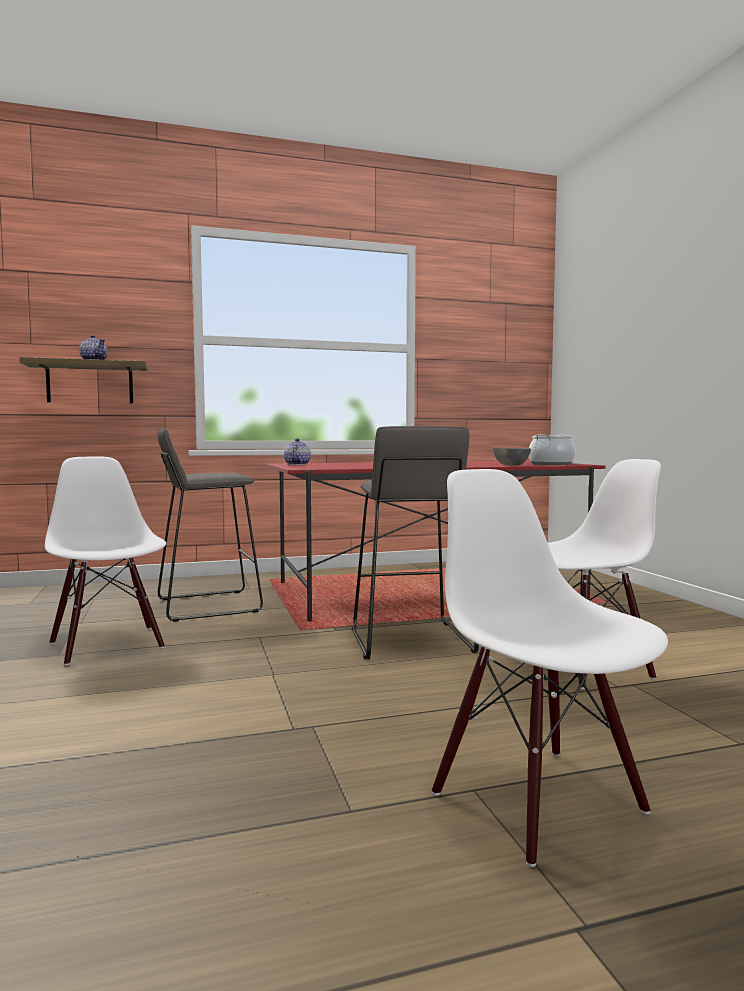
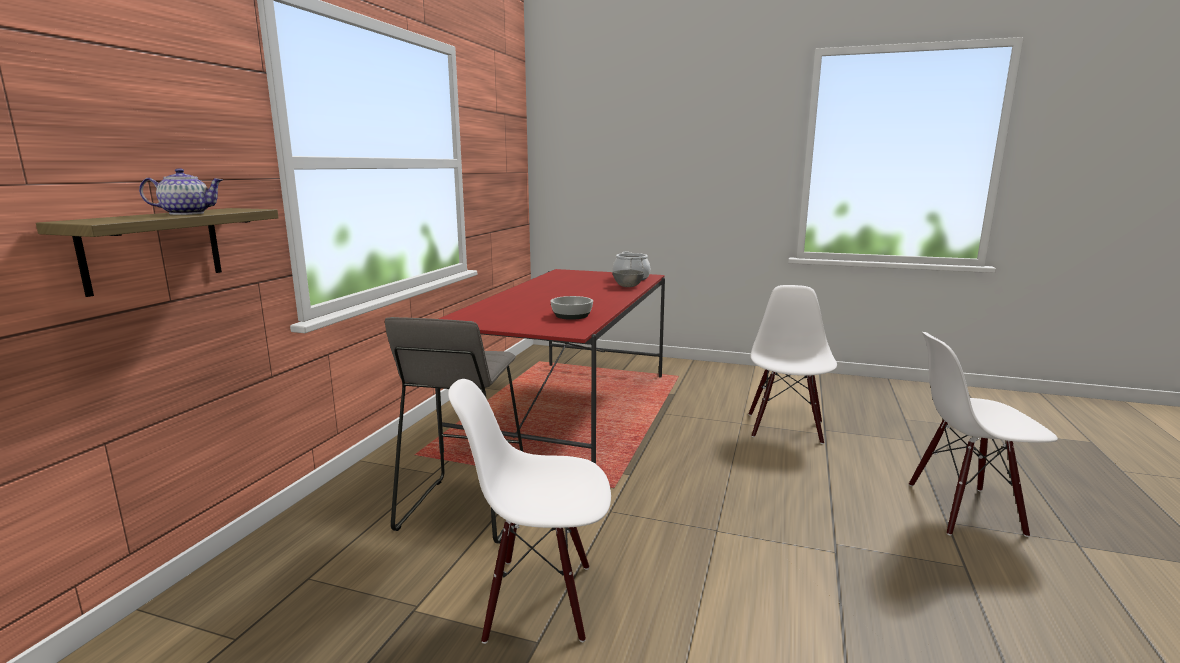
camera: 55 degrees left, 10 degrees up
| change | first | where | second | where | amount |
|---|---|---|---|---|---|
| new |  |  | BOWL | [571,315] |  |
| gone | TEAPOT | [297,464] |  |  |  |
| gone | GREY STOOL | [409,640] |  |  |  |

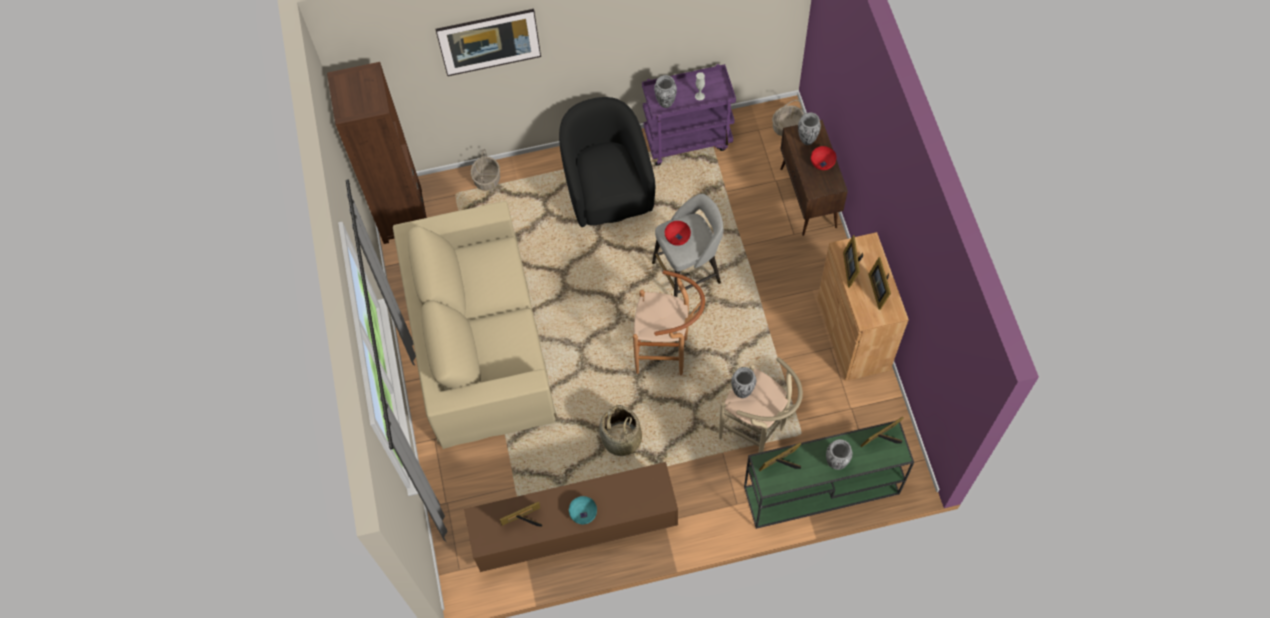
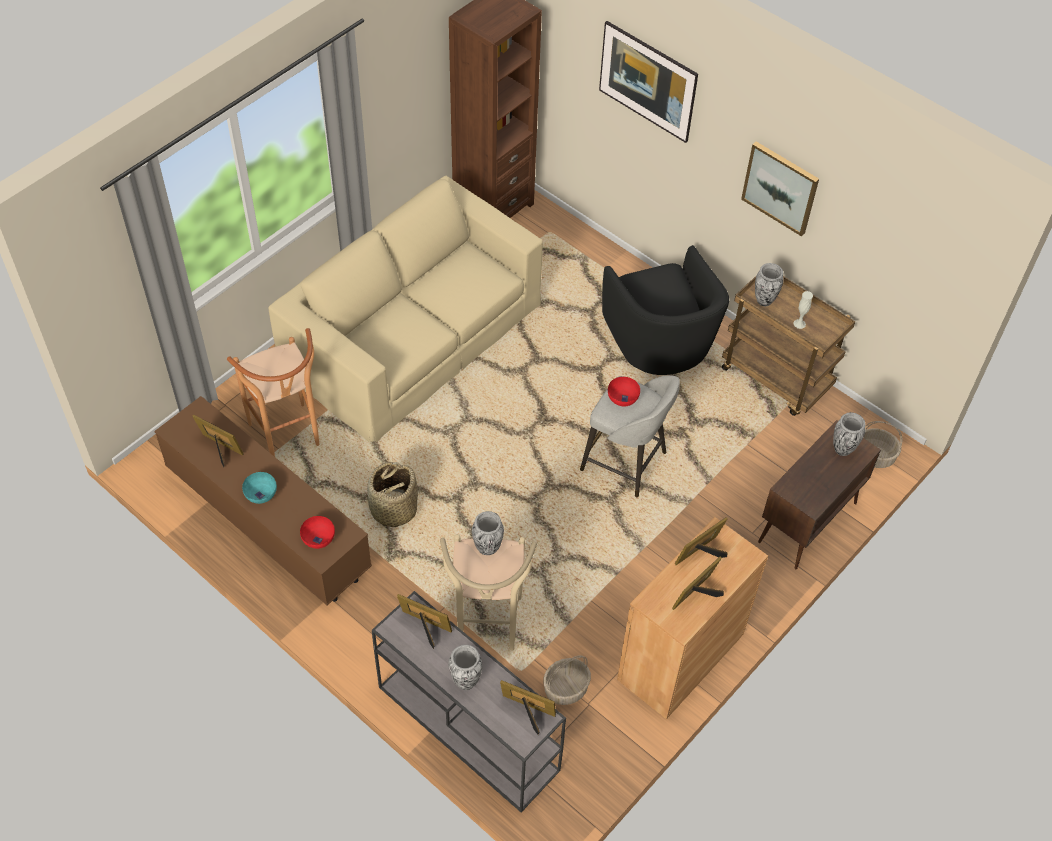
camera: 50 degrees right, 10 degrees down
| change | first | where | second | where | amount |
|---|---|---|---|---|---|
| shifted | BROWN STOOL | [668,355] |  | [288,439] |  |
| shifted | RED BOWL | [822,162] |  | [319,538] |  |
| repainted | GREEN CONSOLE TABLE | [820,491] | GREY CONSOLE TABLE | [466,727] |  |
| shifted | BASKET | [487,179] |  | [566,688] |  |
| rotated | BLACK ARMCHAIR | [608,188] |  | [660,344] | 120 degrees clockwise |
| repainted | PURPLE CART | [688,139] | BROWN CART | [777,378] |  |
| new |  |  | PICTURE | [780,187] |  |

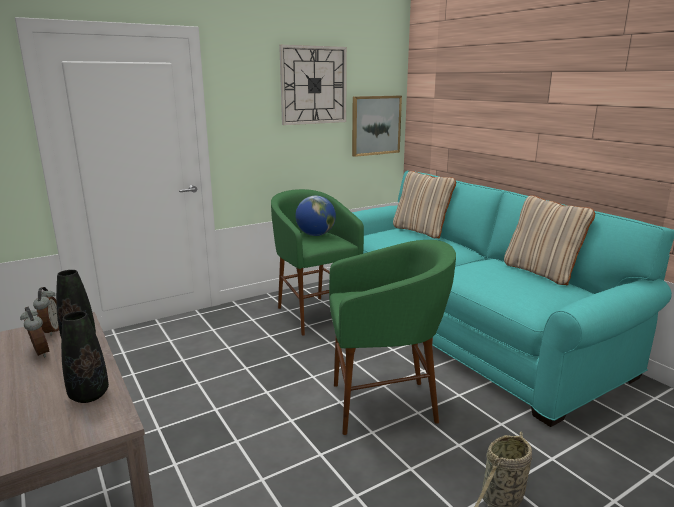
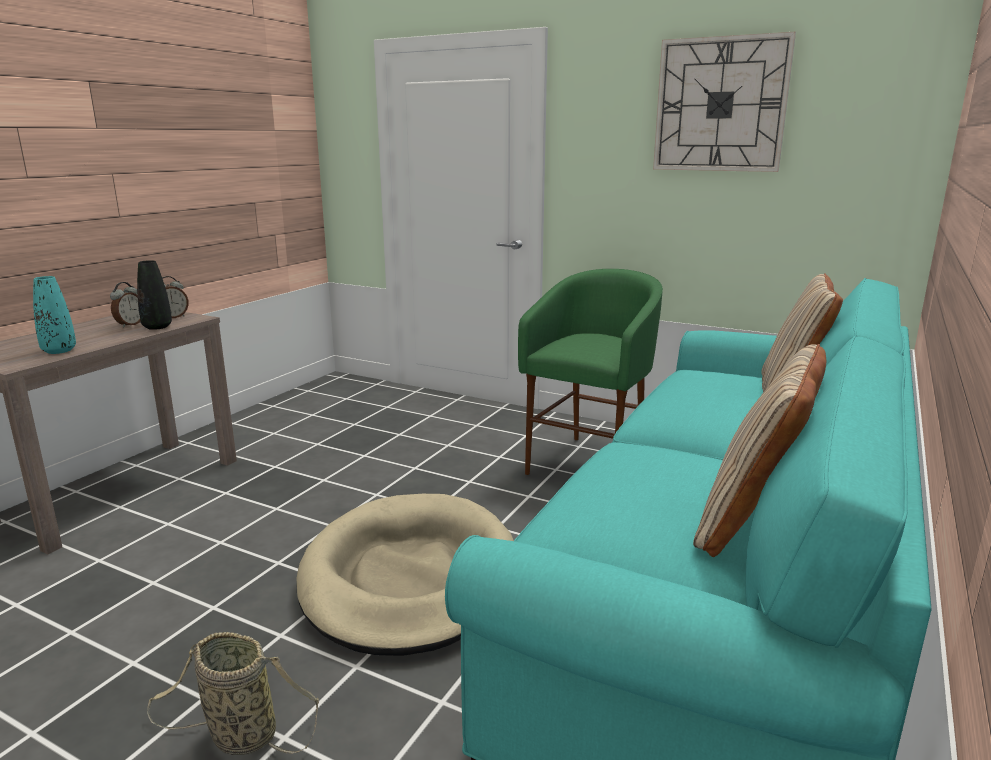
camera: 60 degrees right, 0 degrees up
| change | first | where | second | where | amount |
|---|---|---|---|---|---|
| repainted | BLACK VASE | [89,395] | TURQUOISE VASE | [59,351] |  |
| swapped | GREEN STOOL | [384,405] | BEIGE DOG BED | [410,578] |  |
| gone | GLOBE | [315,235] |  |  |  |
| gone | PICTURE | [375,125] |  |  |  |

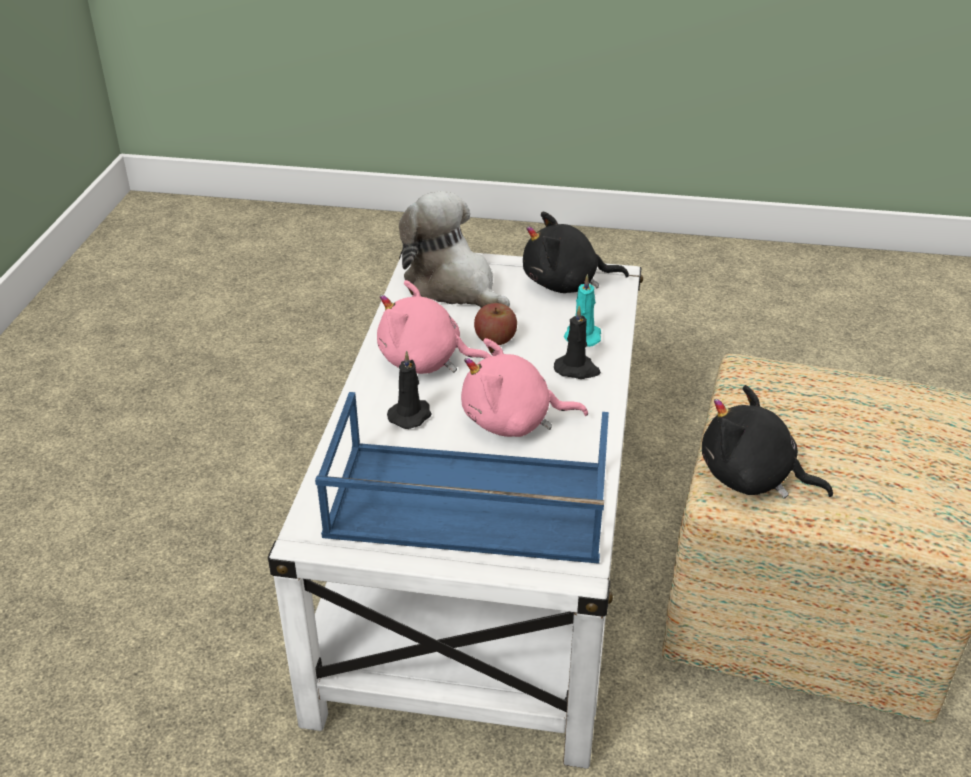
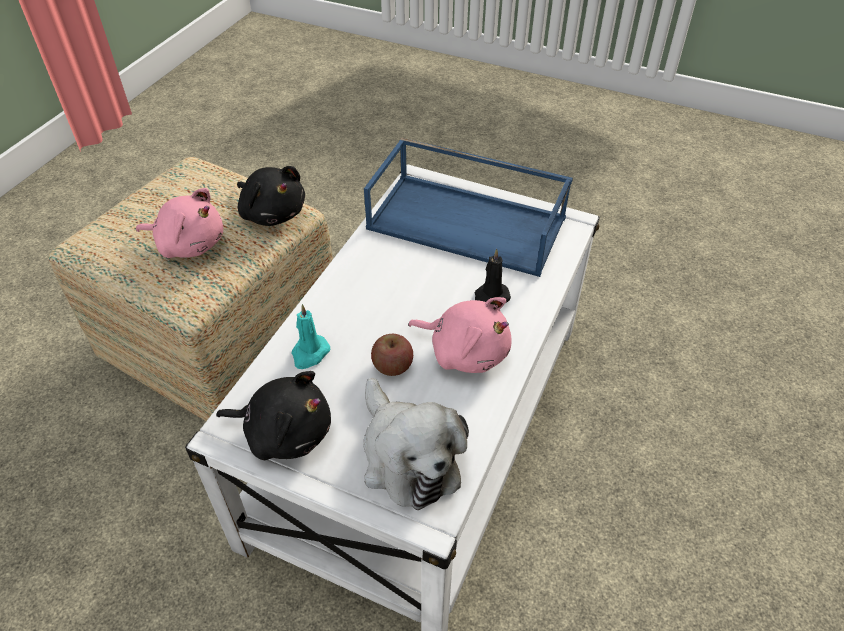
camera: 165 degrees left, 10 degrees up
| change | first | where | second | where | amount |
|---|---|---|---|---|---|
| shifted | PINK PLUSH TOY | [513,422] |  | [189,244] |  |
| gone | BLACK CANDLE | [577,369] |  |  |  |

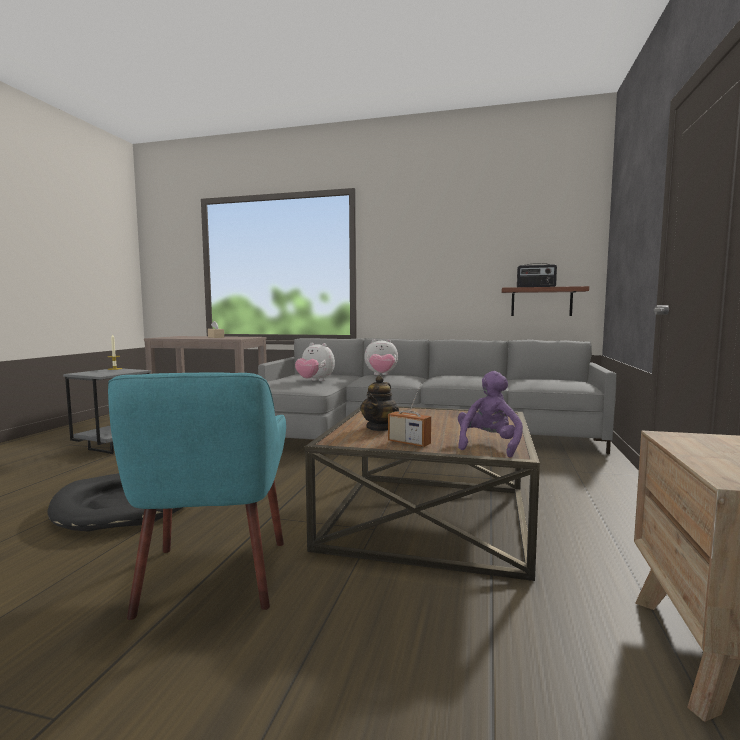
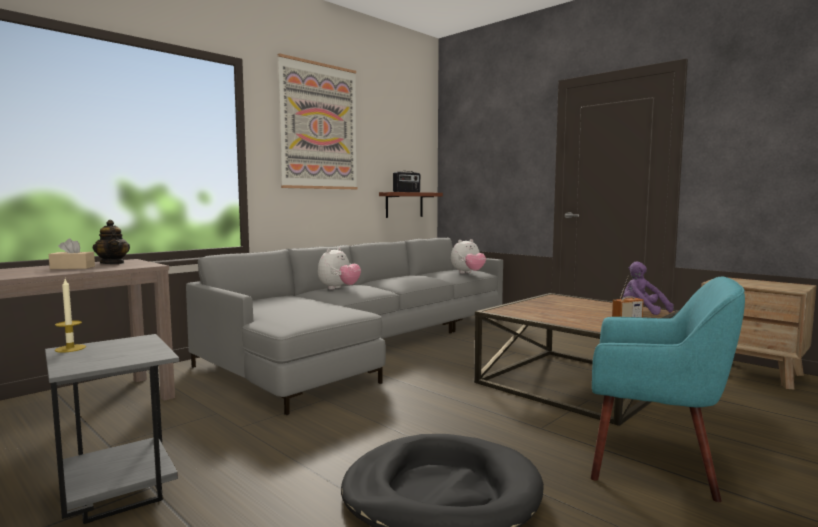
camera: 60 degrees left, 0 degrees up
| change | first | where | second | where | amount |
|---|---|---|---|---|---|
| shifted | TEAPOT | [379,428] |  | [113,263] |  |
| new |  |  | PICTURE | [319,126] |  |
| shifted | PLUSH TOY | [315,381] |  | [468,273] |  |

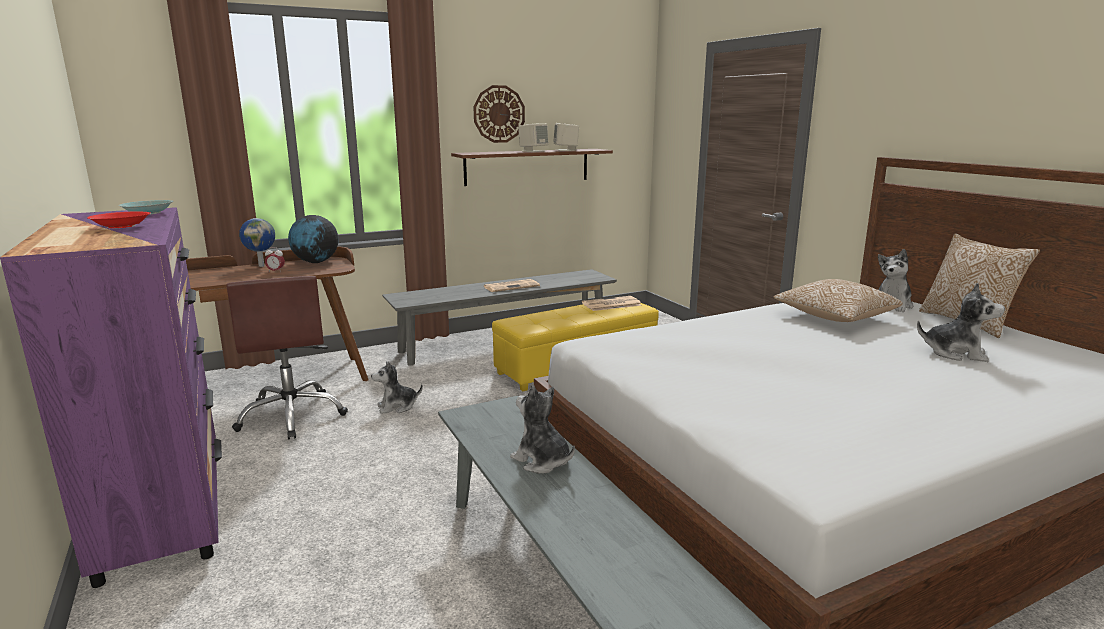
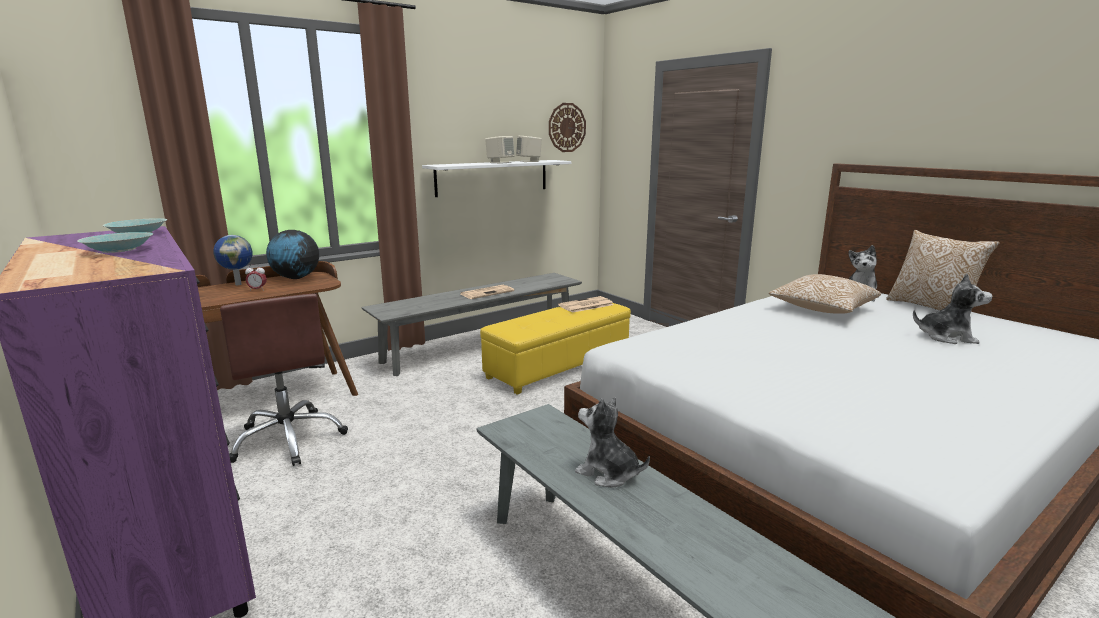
camera: 10 degrees left, 0 degrees up
| change | first | where | second | where | amount |
|---|---|---|---|---|---|
| repainted | RED BOWL | [120,227] | TURQUOISE BOWL | [117,251] |  |
| repainted | BROWN SHELF | [527,166] | WHITE SHELF | [492,177] |  |
| shifted | WALL CLOCK | [499,114] |  | [566,127] |  |
| gone | PLUSH TOY | [397,407] |  |  |  |

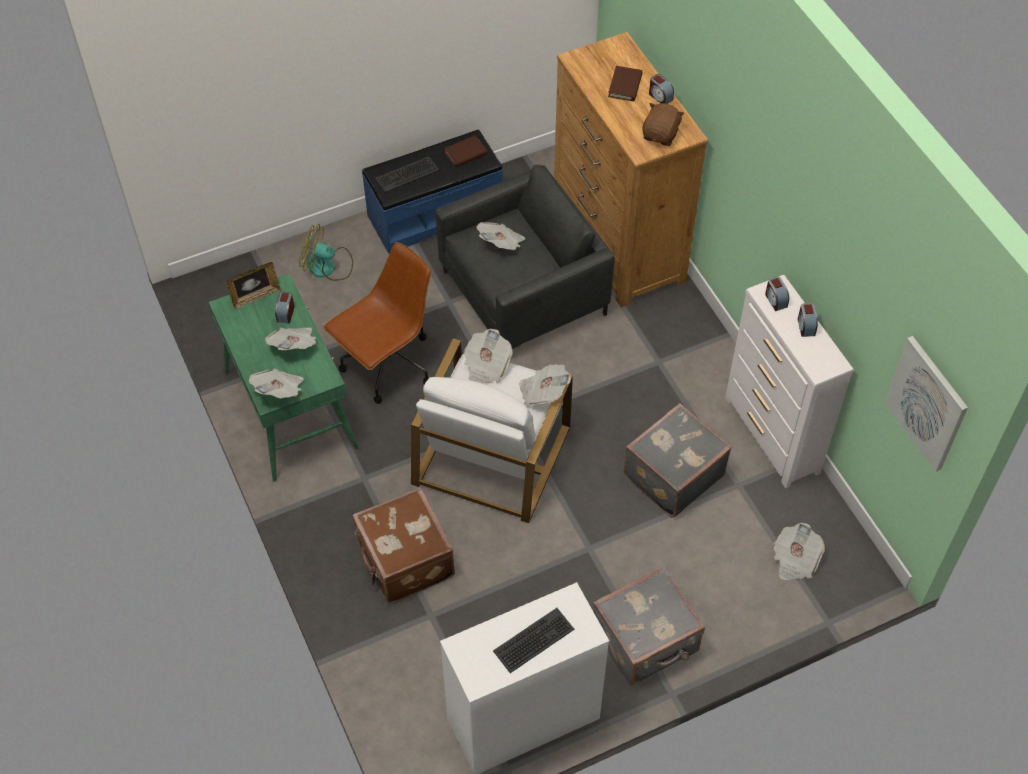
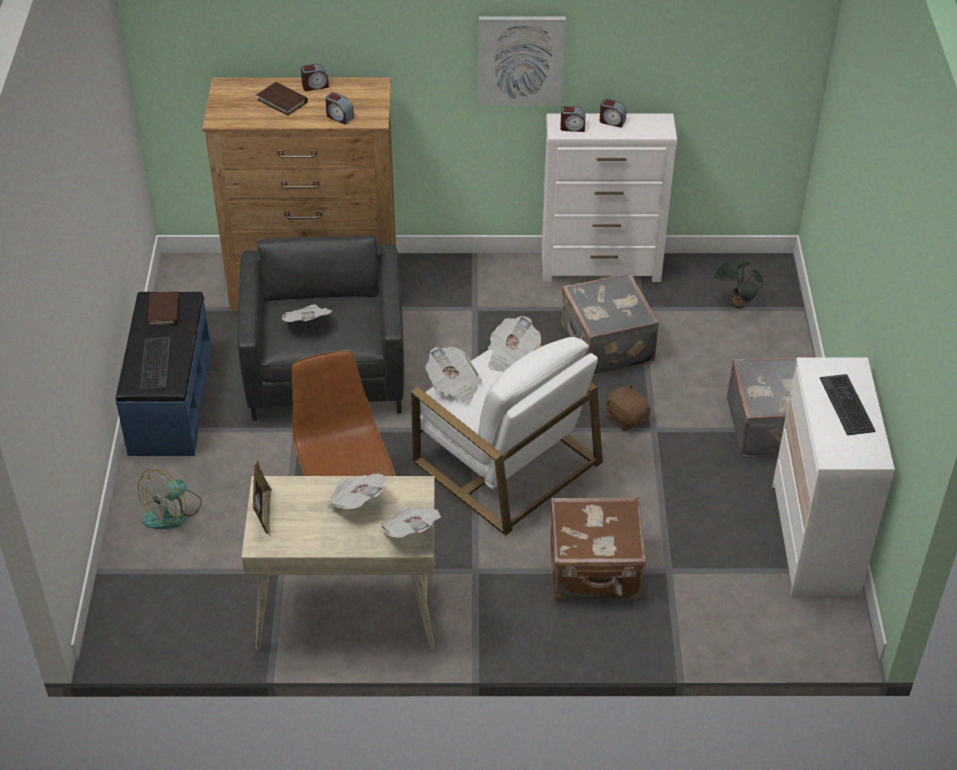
camera: 65 degrees left, 10 degrees down
| change | first | where | second | where | amount |
|---|---|---|---|---|---|
| repainted | GREEN DESK | [289,410] | BEIGE DESK | [347,606] |  |
| shifted | ALARM CLOCK | [285,313] |  | [339,117] |  |
| shifted | PICTURE | [927,403] |  | [521,59] |  |
| shifted | BROWN PLUSH TOY | [661,135] |  | [626,418] |  |
| swapped | NEWSPAPER | [795,560] | POTTED PLANT | [736,304] |  |

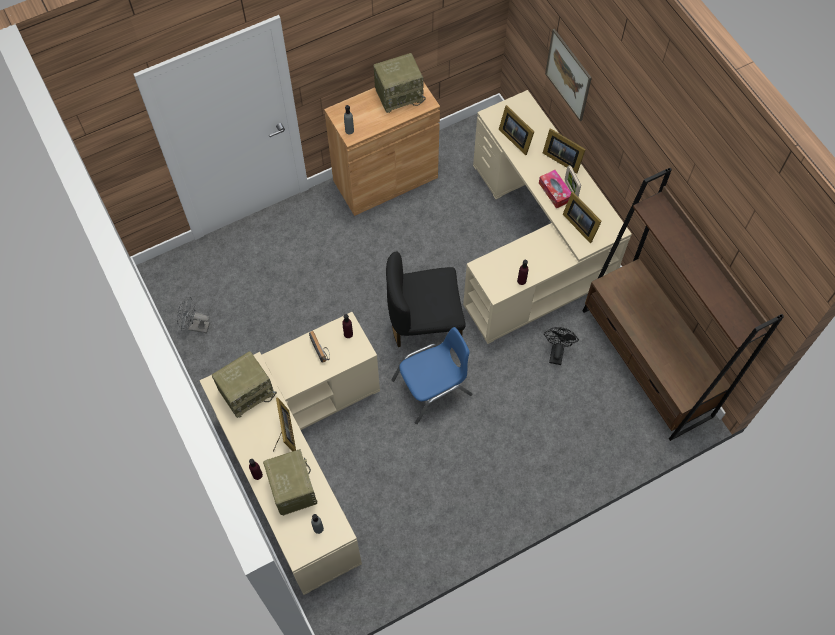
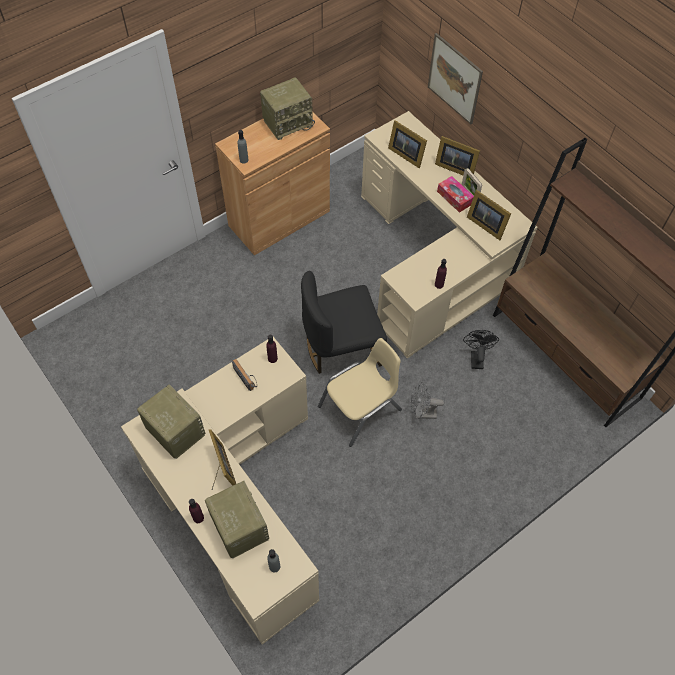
camera: 10 degrees left, 5 degrees down
| change | first | where | second | where | amount |
|---|---|---|---|---|---|
| rotated | RADIO | [247,392] |  | [174,431] | 90 degrees counterclockwise |
| repainted | BLUE CHAIR | [432,388] | BEIGE CHAIR | [361,409] |  |
| shifted | GREY FAN | [195,326] |  | [422,413] |  |

